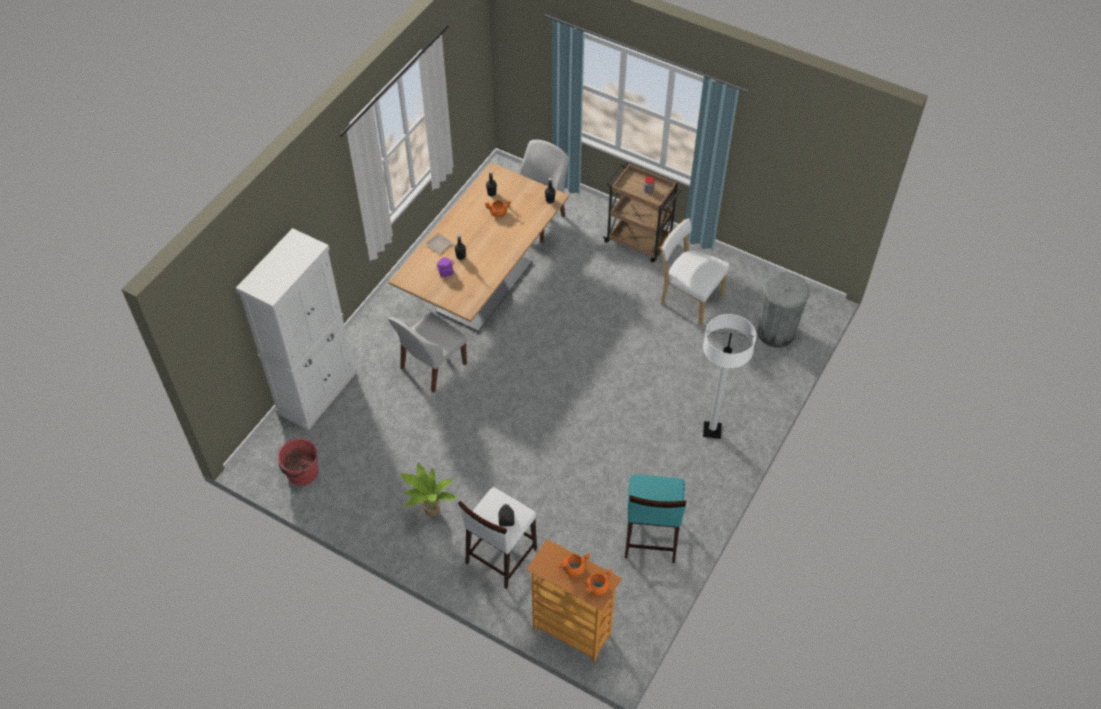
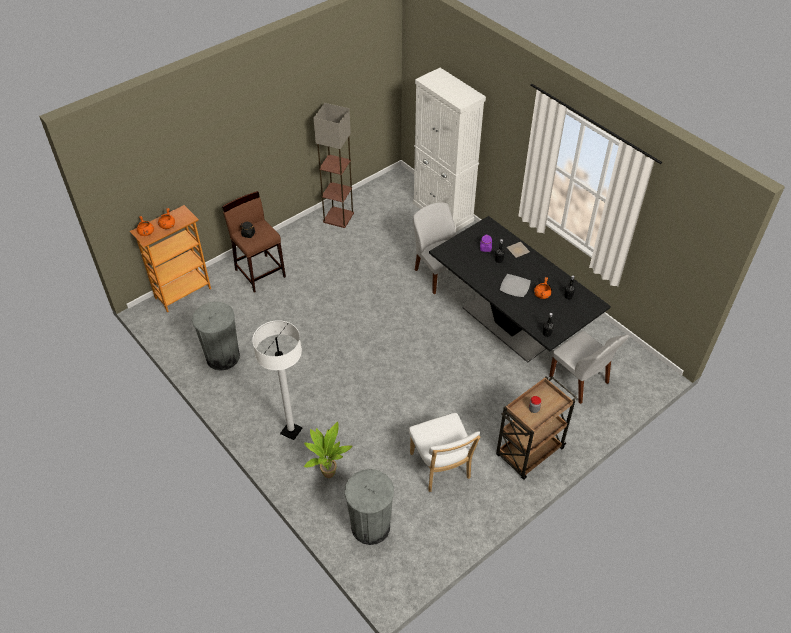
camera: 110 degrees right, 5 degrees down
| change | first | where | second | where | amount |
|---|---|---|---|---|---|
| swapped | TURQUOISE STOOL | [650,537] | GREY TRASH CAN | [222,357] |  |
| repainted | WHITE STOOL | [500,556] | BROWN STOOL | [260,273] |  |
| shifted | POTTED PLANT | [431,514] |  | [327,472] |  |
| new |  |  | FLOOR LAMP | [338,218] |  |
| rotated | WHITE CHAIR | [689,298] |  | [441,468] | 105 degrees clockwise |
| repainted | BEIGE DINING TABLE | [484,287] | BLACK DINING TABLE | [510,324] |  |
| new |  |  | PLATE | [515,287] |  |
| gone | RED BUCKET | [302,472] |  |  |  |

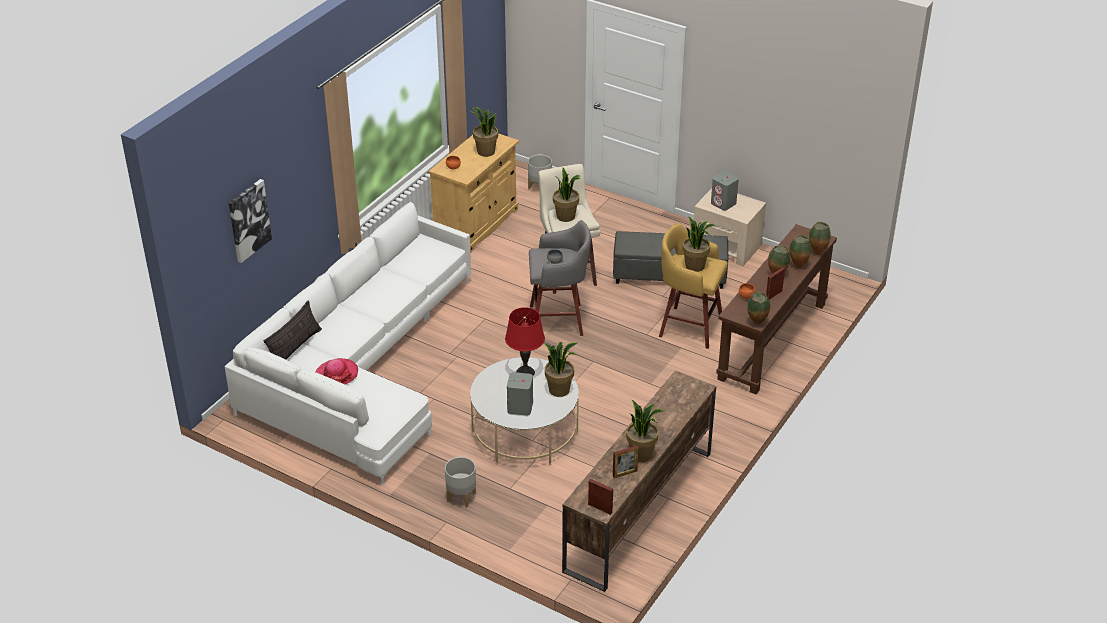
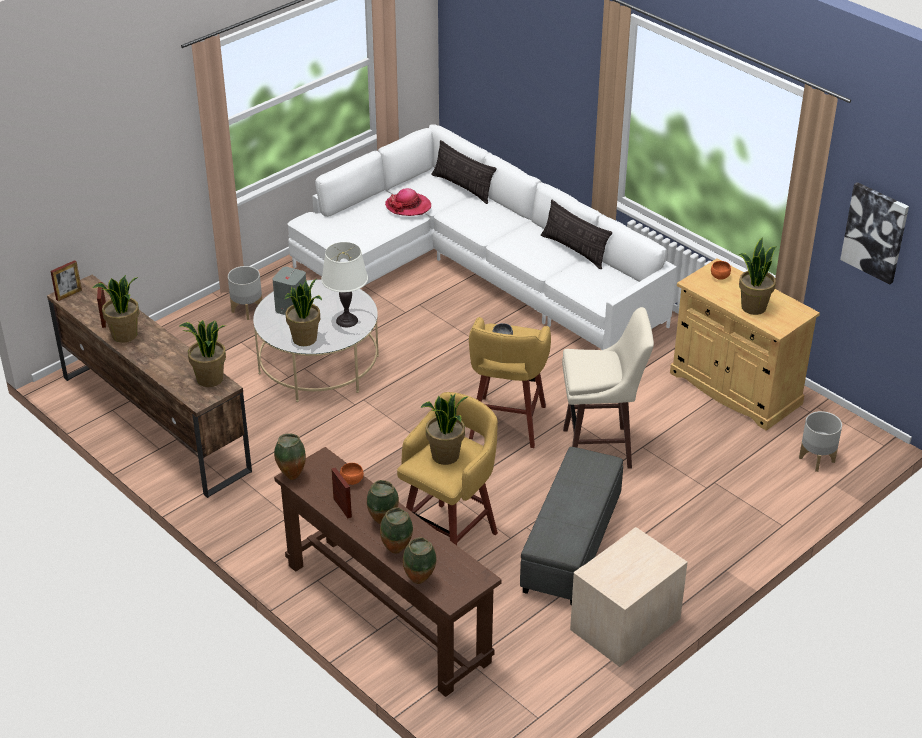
camera: 105 degrees right, 0 degrees up
| change | first | where | second | where | amount |
|---|---|---|---|---|---|
| shifted | POTTED PLANT | [566,216] |  | [209,379] |  |
| repainted | RED TABLE LAMP | [525,372] | WHITE TABLE LAMP | [346,320] |  |
| repainted | GREY STOOL | [558,320] | YELLOW STOOL | [506,424] |  |
| new |  |  | PILLOW | [574,250] |  |
| shifted | PICTURE | [248,220] |  | [875,232] |  |
| gone | GREY SPEAKER | [723,203] |  |  |  |

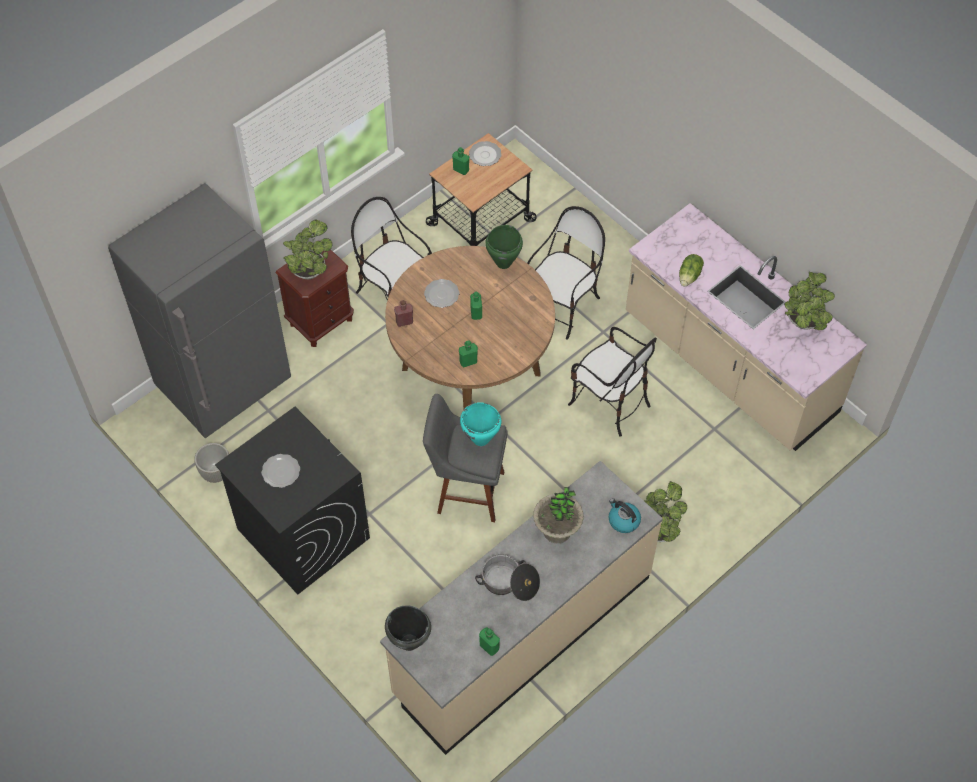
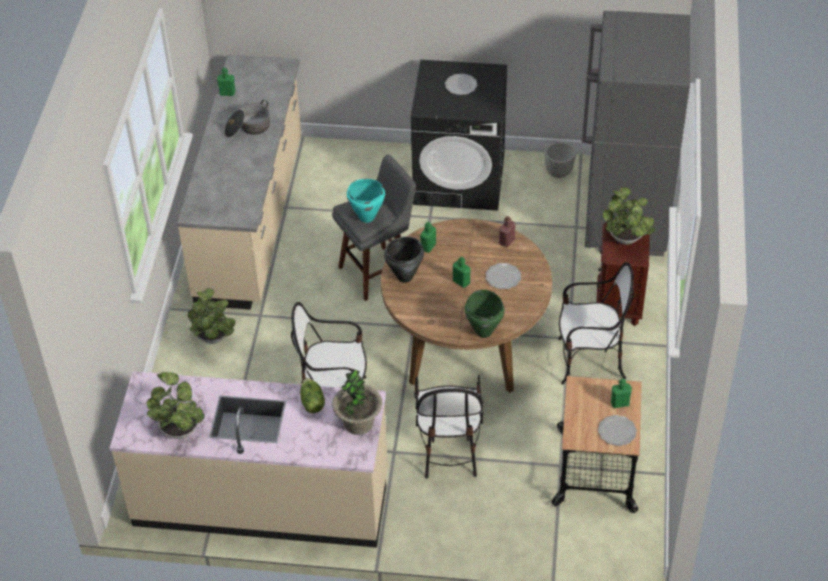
camera: 140 degrees right, 10 degrees down
| change | first | where | second | where | amount |
|---|---|---|---|---|---|
| shifted | POTTED PLANT | [557,530] |  | [358,423] |  |
| shifted | BLACK COOKING POT | [409,642] |  | [405,277] |  |
| gone | KETTLE | [623,520] |  |  |  |

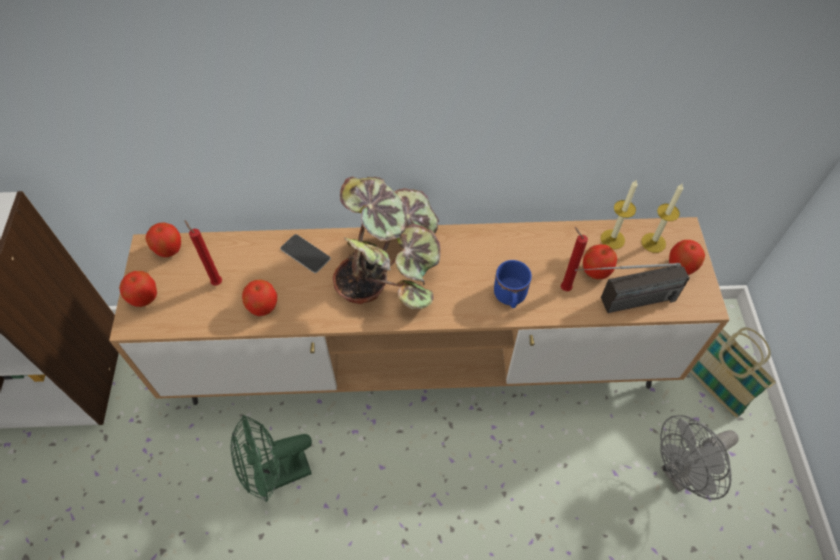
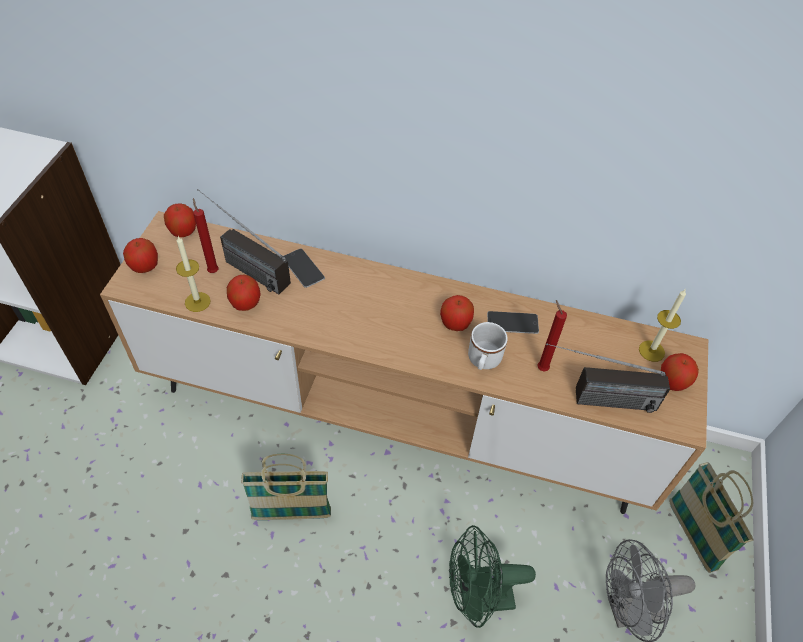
camera: 15 degrees right, 5 degrees down
| change | first | where | second | where | amount |
|---|---|---|---|---|---|
| shifted | CANDLE | [612,239] |  | [197,302] |  |
| new |  |  | RADIO | [242,265] |  |
| new |  |  | BASKET | [291,514] |  |
| shifted | APPLE | [596,271] |  | [455,323] |  |
| shifted | GREEN FAN | [277,475] |  | [477,598] |  |
| repainted | BLUE MUG | [510,297] | WHITE MUG | [483,361] |  |
| new |  |  | PHONE | [512,322] |  |
| gone | POTTED PLANT | [391,265] |  |  |  |

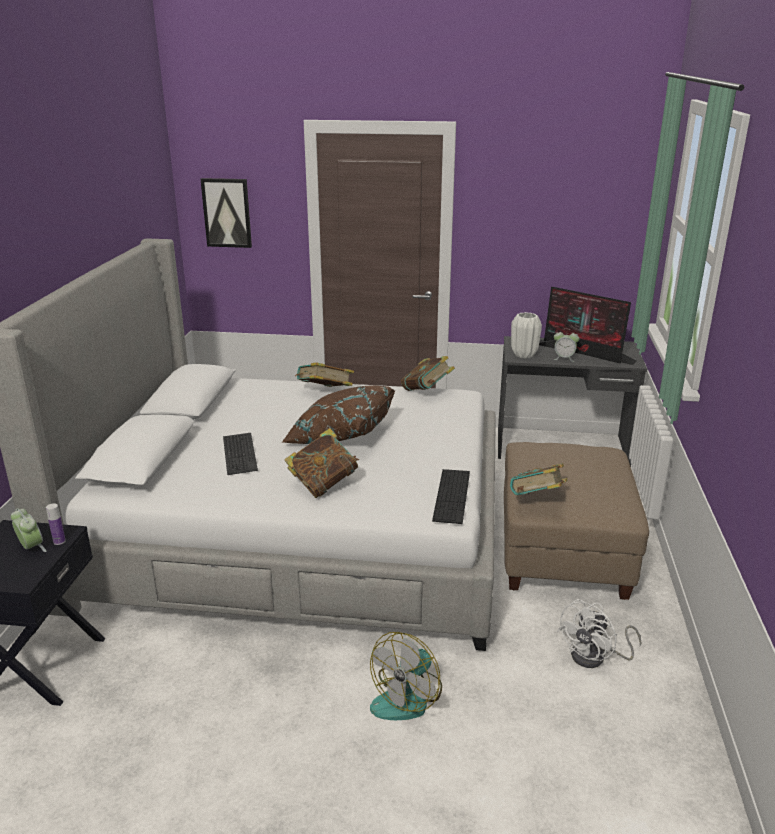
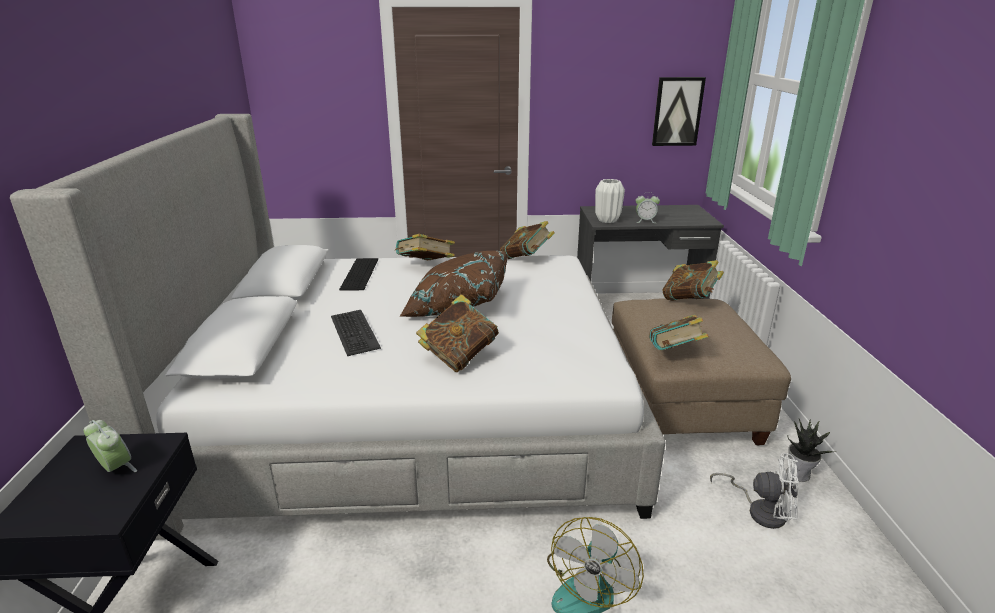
camera: 10 degrees left, 0 degrees up
| change | first | where | second | where | amount |
|---|---|---|---|---|---|
| shifted | KEYBOARD | [452,495] |  | [360,274] |  |
| shifted | PICTURE | [227,213] |  | [677,111] |  |
| new |  |  | BOOK | [689,300] |  |
| rotated | WHITE FAN | [595,657] |  | [760,510] | 105 degrees counterclockwise |
| new |  |  | POTTED PLANT | [799,474] |  |
| gone | BOTTLE | [59,541] |  |  |  |
| gone | MONITOR | [585,352] |  |  |  |

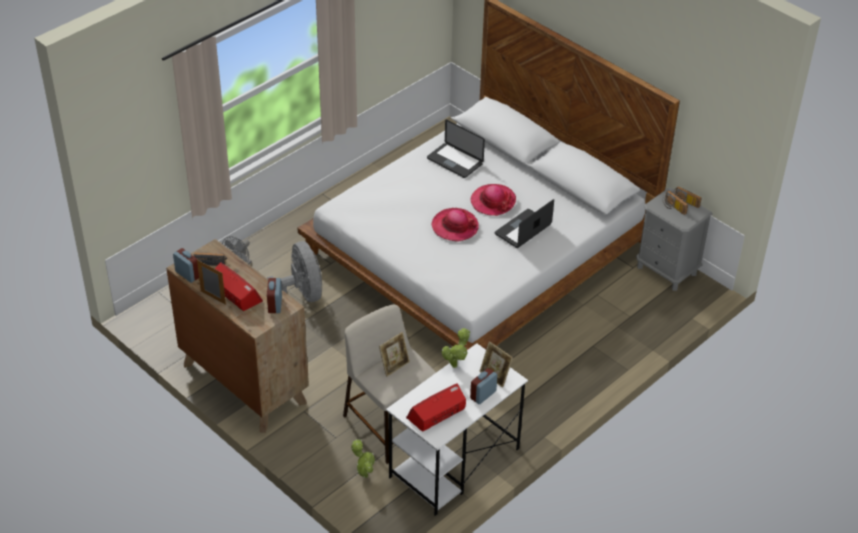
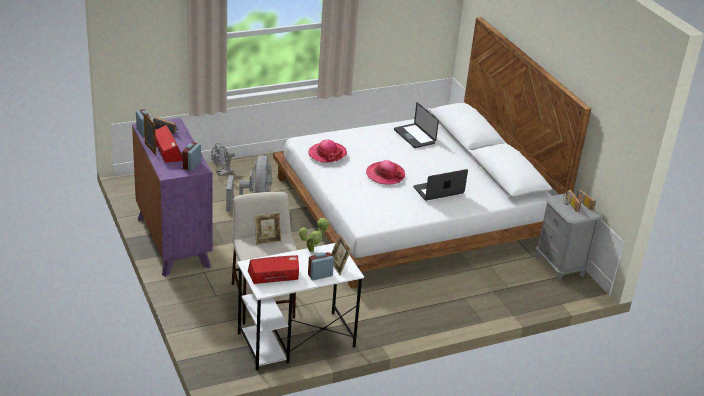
camera: 20 degrees right, 10 degrees down
| change | first | where | second | where | amount |
|---|---|---|---|---|---|
| repainted | BROWN DRESSER | [244,383] | PURPLE DRESSER | [173,242] |  |
| shifted | HAT | [493,201] |  | [327,154] |  |
| gone | POTTED PLANT | [364,474] |  |  |  |

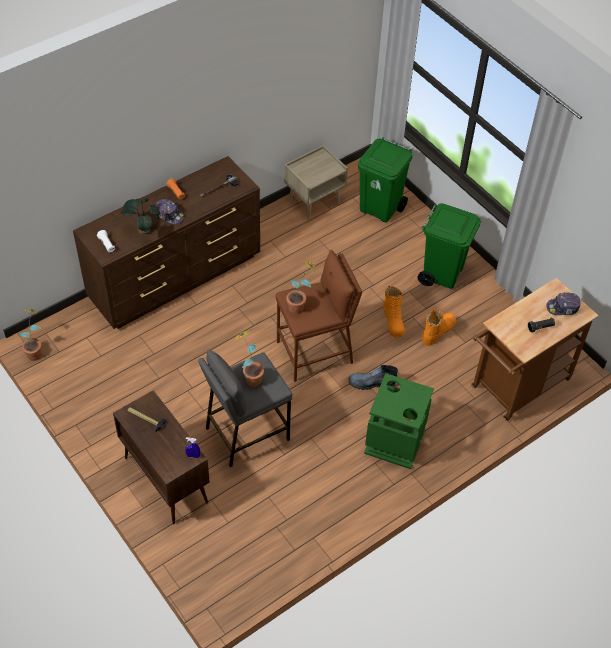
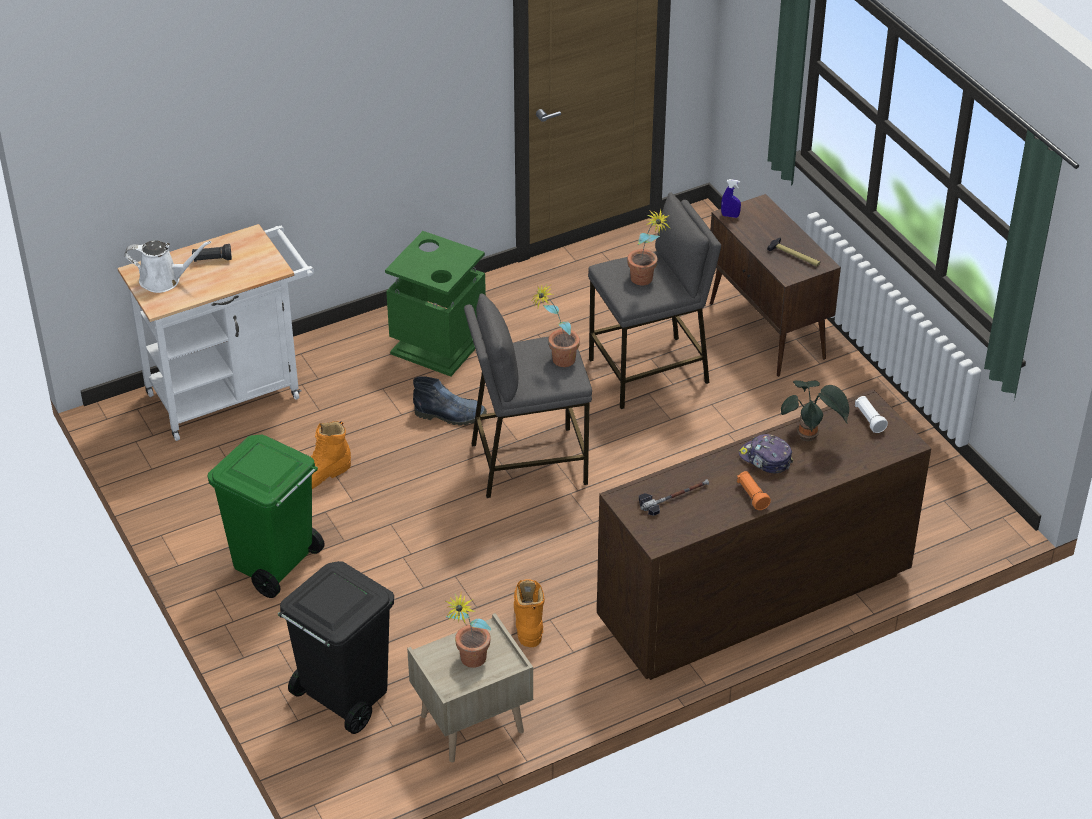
camera: 170 degrees left, 10 degrees down
| change | first | where | second | where | amount |
|---|---|---|---|---|---|
| repainted | BROWN CART | [516,387] | WHITE CART | [232,392] |  |
| swapped | CAP | [563,307] | WHITE WATERING CAN | [164,280] |  |
| repainted | GREEN TRASH CAN | [380,208] | BLACK TRASH CAN | [343,697] |  |
| shifted | POTTED PLANT | [36,351] |  | [469,663] |  |
| repainted | BROWN STOOL | [315,353] | GREY STOOL | [528,462] |  |
| shifted | ORANGE BOOT | [393,320] |  | [528,618] |  |

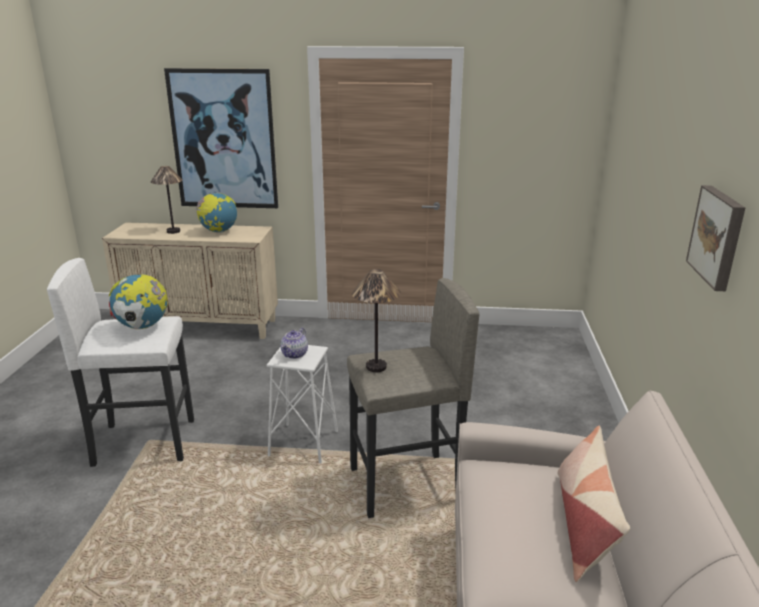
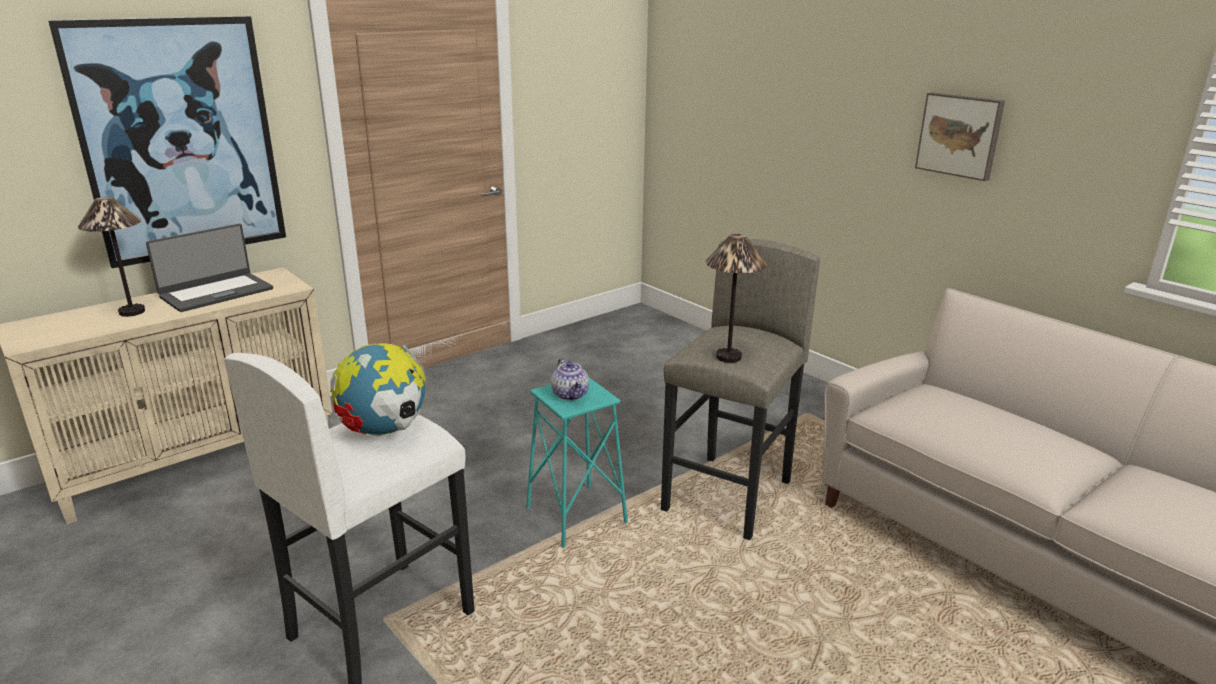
camera: 45 degrees left, 0 degrees up
| change | first | where | second | where | amount |
|---|---|---|---|---|---|
| swapped | GLOBE | [219,232] | LAPTOP | [216,293] |  |
| repainted | WHITE STOOL | [303,443] | TURQUOISE STOOL | [576,515] |  |
| gone | PILLOW | [584,523] |  |  |  |

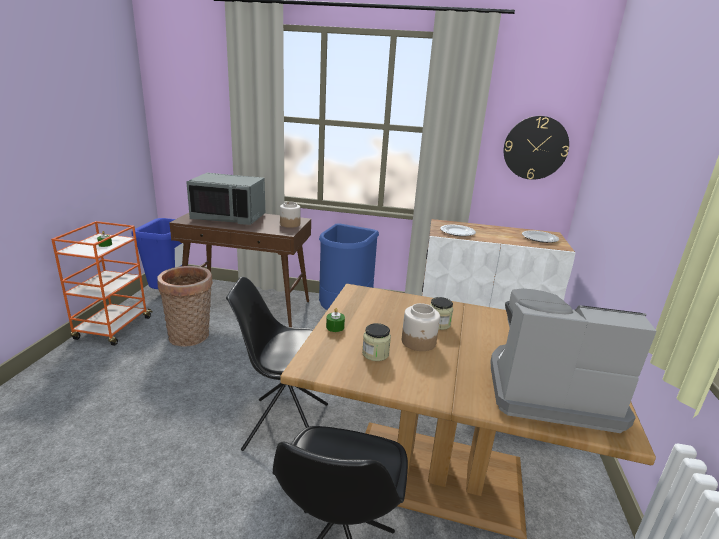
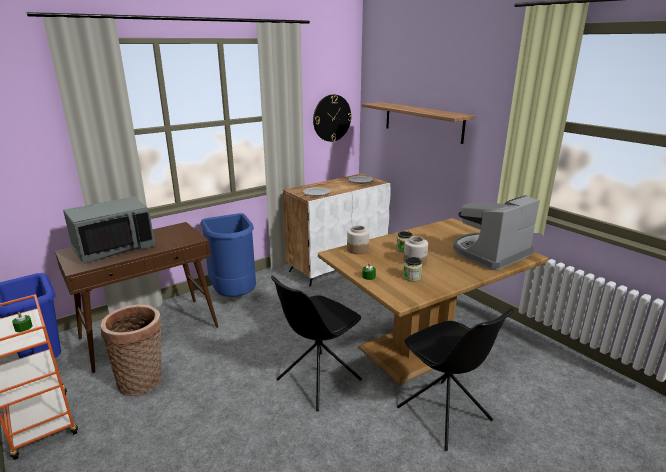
camera: 45 degrees left, 0 degrees up
| change | first | where | second | where | amount |
|---|---|---|---|---|---|
| shifted | JAR | [290,224] |  | [357,249] |  |
| new |  |  | SHELF | [423,121] |  |

